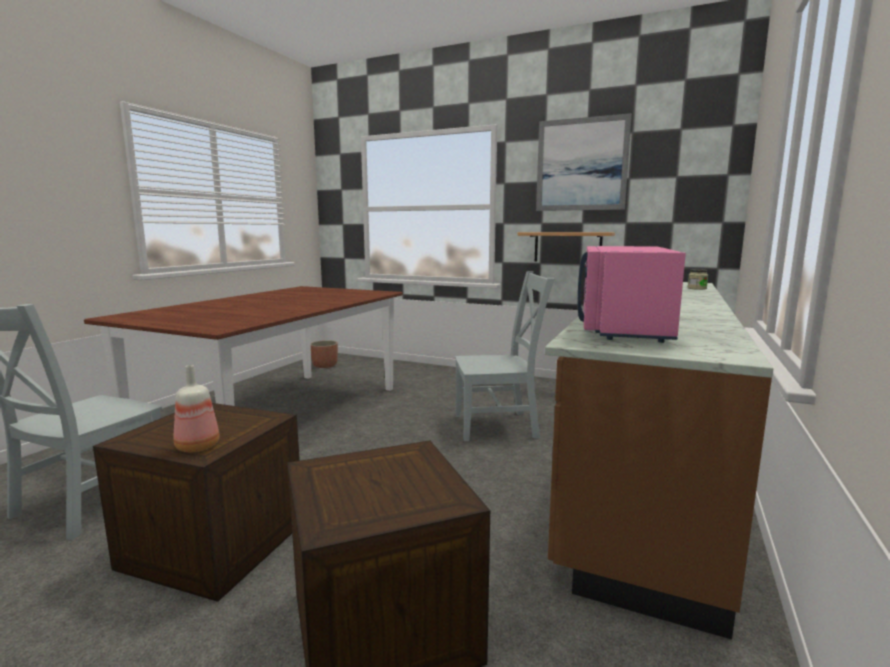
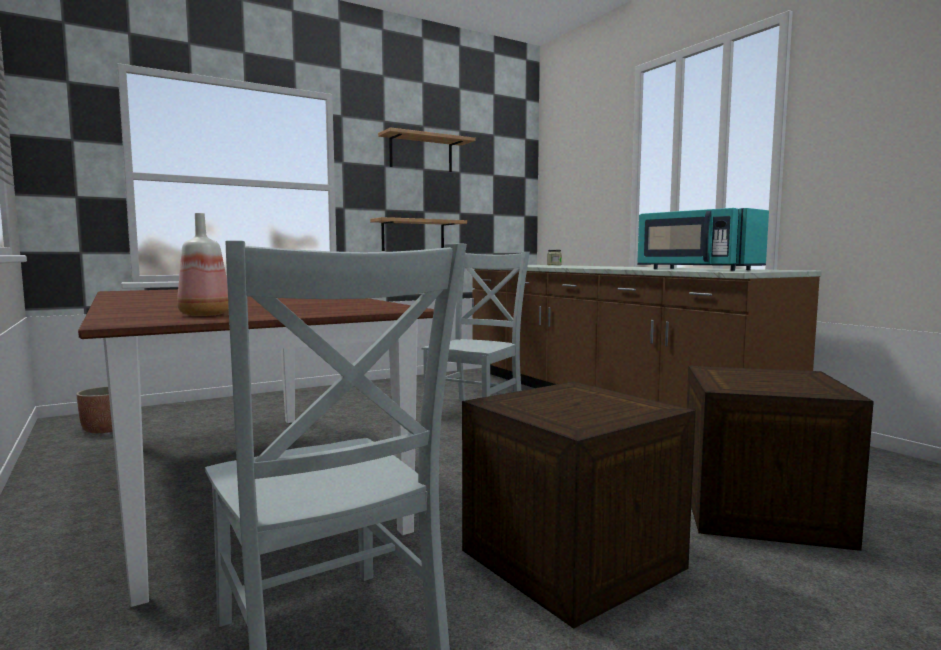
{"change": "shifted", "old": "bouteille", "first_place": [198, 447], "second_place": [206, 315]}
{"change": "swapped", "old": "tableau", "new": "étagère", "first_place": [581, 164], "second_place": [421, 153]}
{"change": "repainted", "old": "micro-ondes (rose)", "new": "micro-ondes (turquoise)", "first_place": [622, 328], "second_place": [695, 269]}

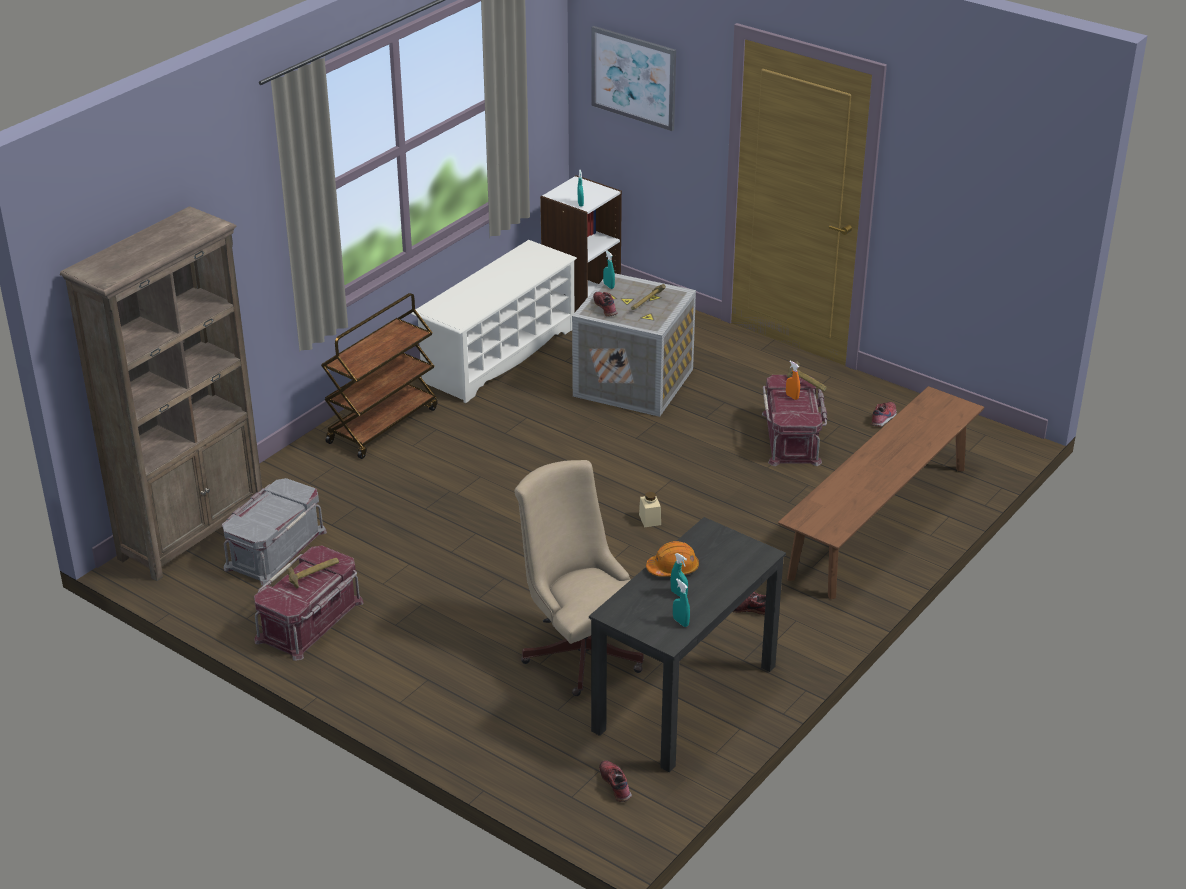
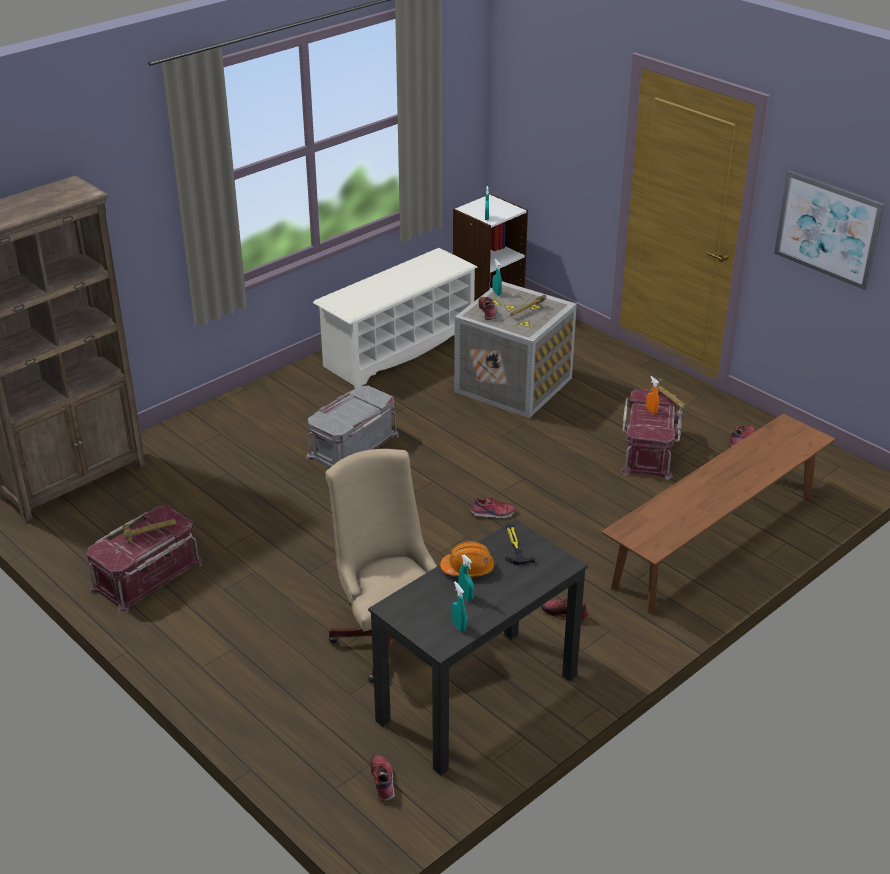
{"change": "gone", "old": "chariot (marron)", "first_place": [382, 424]}
{"change": "new", "new": "marteau", "second_place": [515, 546]}
{"change": "shifted", "old": "boîte de rangement (gris)", "first_place": [274, 548], "second_place": [352, 445]}
{"change": "shifted", "old": "tableau", "first_place": [633, 77], "second_place": [828, 229]}
{"change": "swapped", "old": "bocal (beige)", "new": "chaussure", "first_place": [650, 519], "second_place": [493, 514]}

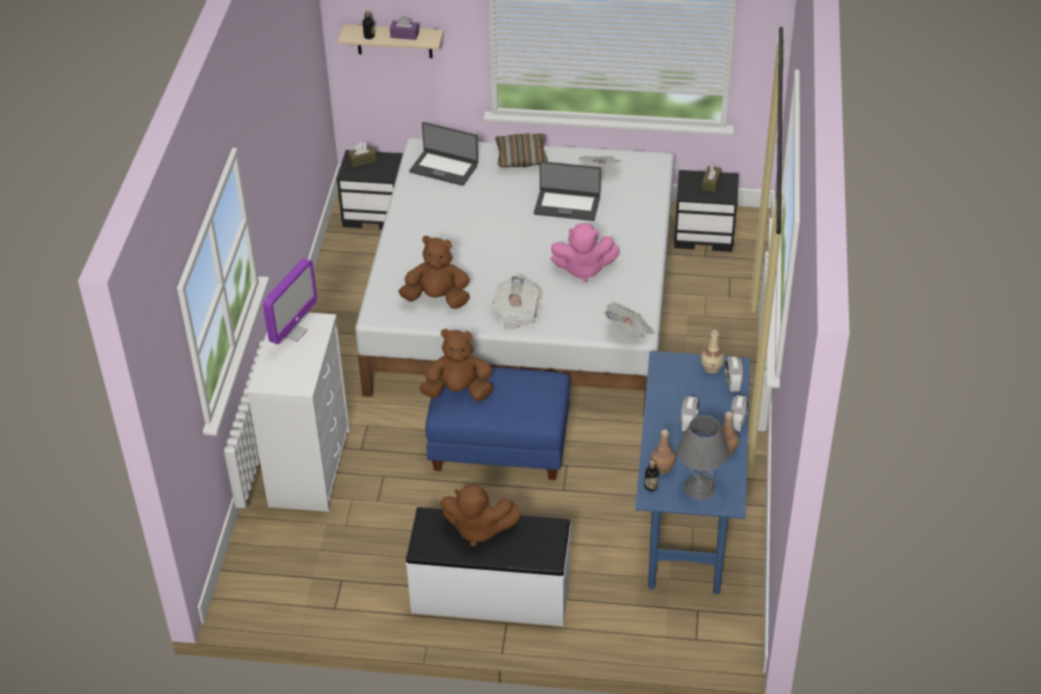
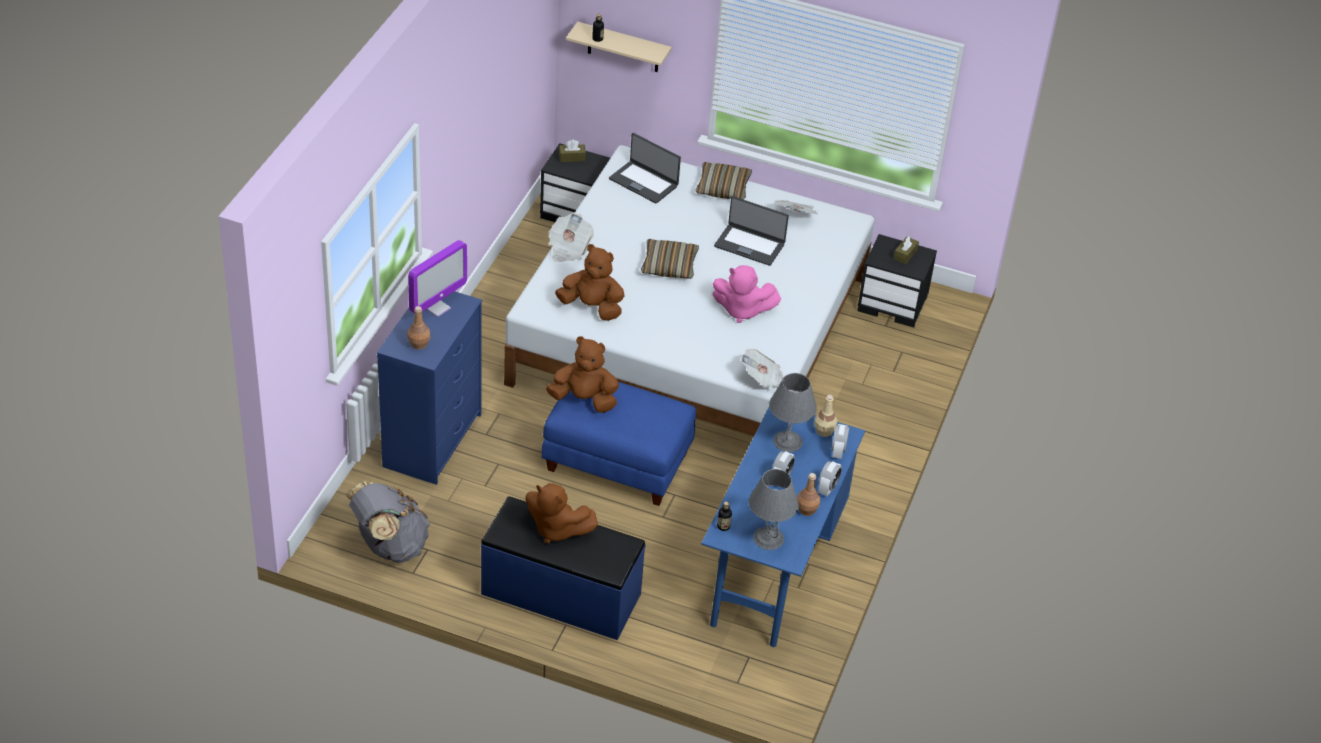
{"change": "gone", "old": "boîte à mouchoirs (violet)", "first_place": [404, 35]}
{"change": "new", "new": "sac à dos (gris)", "second_place": [389, 546]}
{"change": "new", "new": "coussin", "second_place": [669, 265]}
{"change": "new", "new": "lampe de table (gris)", "second_place": [787, 441]}
{"change": "shifted", "old": "journal", "first_place": [516, 313], "second_place": [568, 248]}
{"change": "shifted", "old": "bouteille (marron)", "first_place": [663, 467], "second_place": [419, 344]}
{"change": "repainted", "old": "commode (blanc)", "new": "commode (bleu)", "first_place": [309, 467], "second_place": [432, 439]}
{"change": "repainted", "old": "banc (blanc)", "new": "banc (bleu)", "first_place": [491, 593], "second_place": [560, 595]}

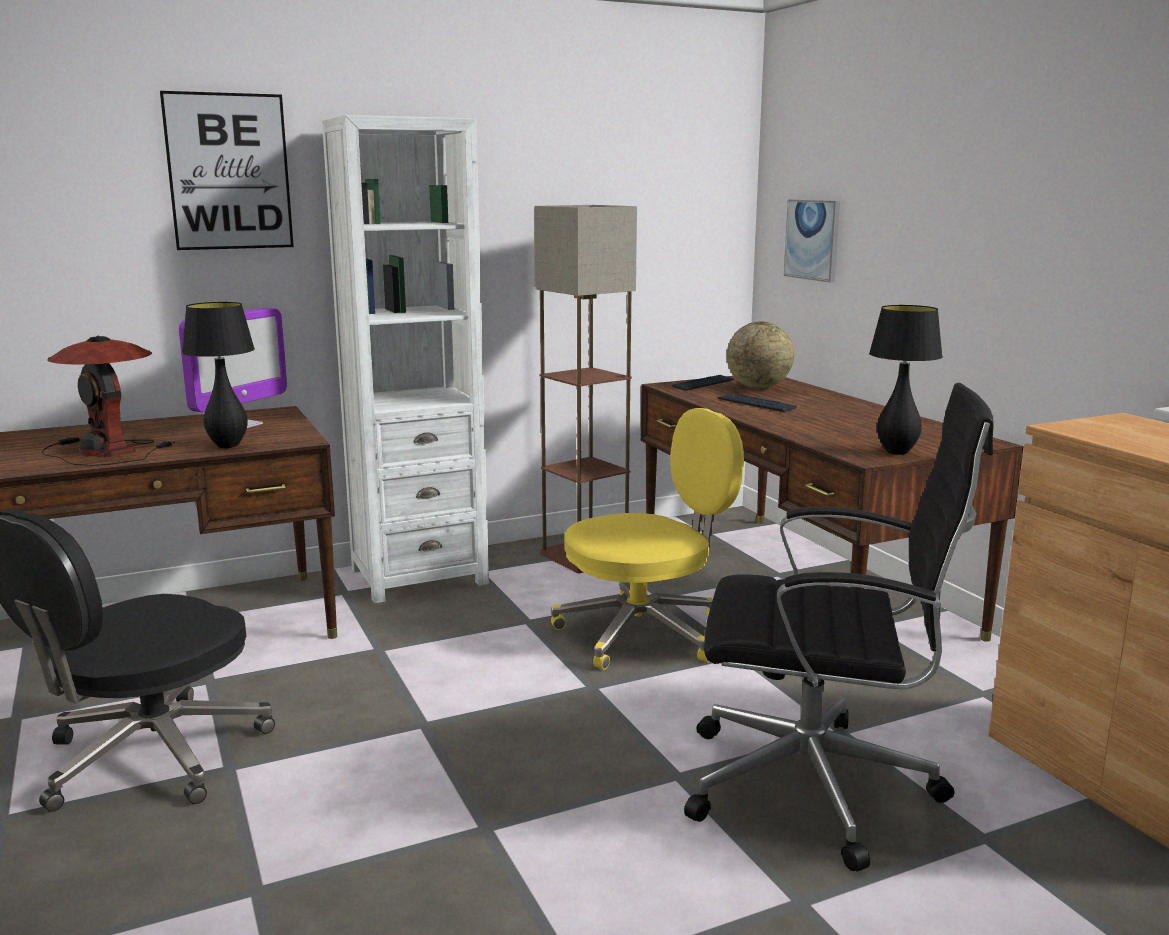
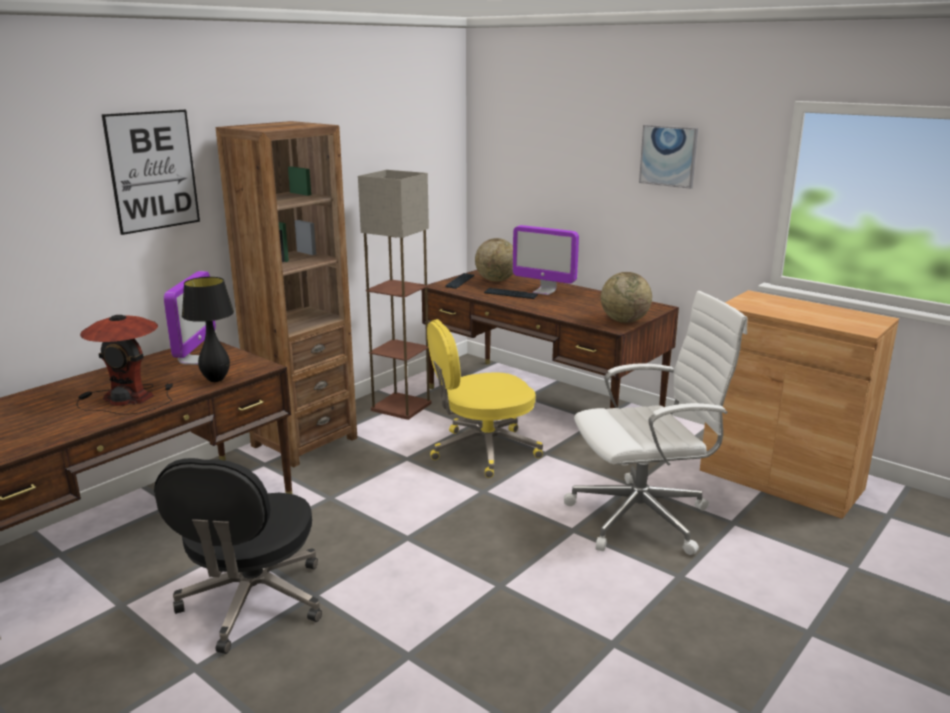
{"change": "new", "new": "écran d'ordinateur", "second_place": [544, 291]}
{"change": "shifted", "old": "tableau", "first_place": [813, 239], "second_place": [668, 156]}
{"change": "swapped", "old": "lampe de table (noir)", "new": "globe", "first_place": [896, 452], "second_place": [624, 321]}
{"change": "repainted", "old": "bibliothèque (blanc)", "new": "bibliothèque (marron)", "first_place": [419, 576], "second_place": [304, 442]}
{"change": "repainted", "old": "chaise de bureau (noir)", "new": "chaise de bureau (blanc)", "first_place": [818, 787], "second_place": [644, 517]}
{"change": "rotated", "old": "chaise de bureau (jaune)", "first_place": [644, 632], "second_place": [483, 451], "degrees": -150}

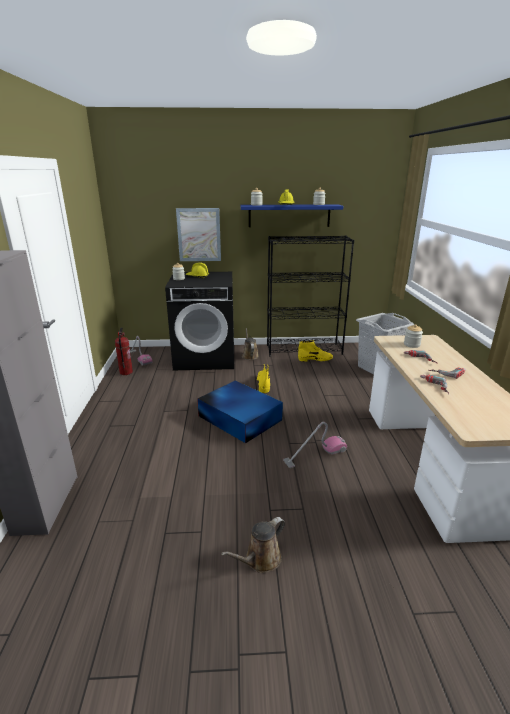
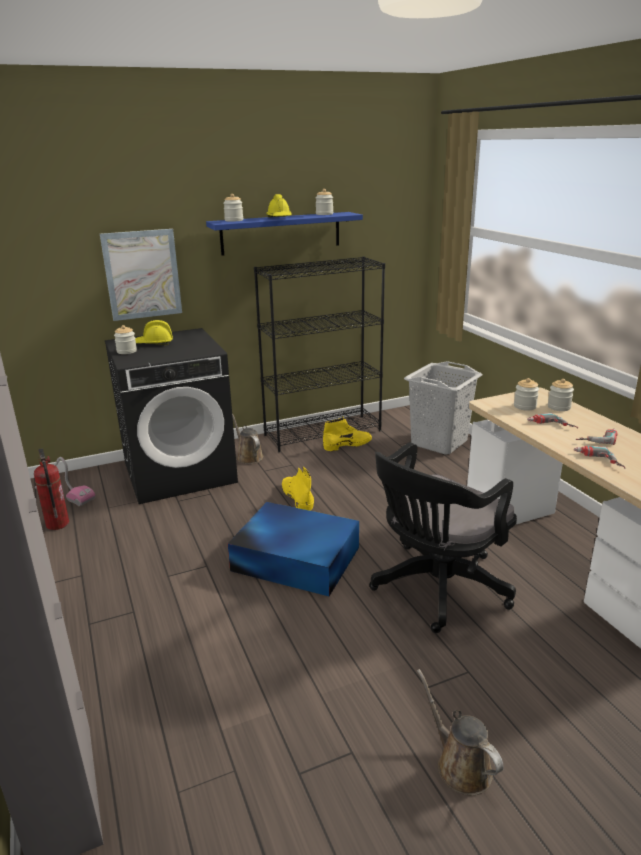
{"change": "new", "new": "bocal", "second_place": [559, 407]}
{"change": "swapped", "old": "aspirateur", "new": "chaise de bureau (noir)", "first_place": [315, 455], "second_place": [436, 589]}
{"change": "rotated", "old": "arrosoir (marron)", "first_place": [260, 560], "second_place": [460, 765], "degrees": 120}

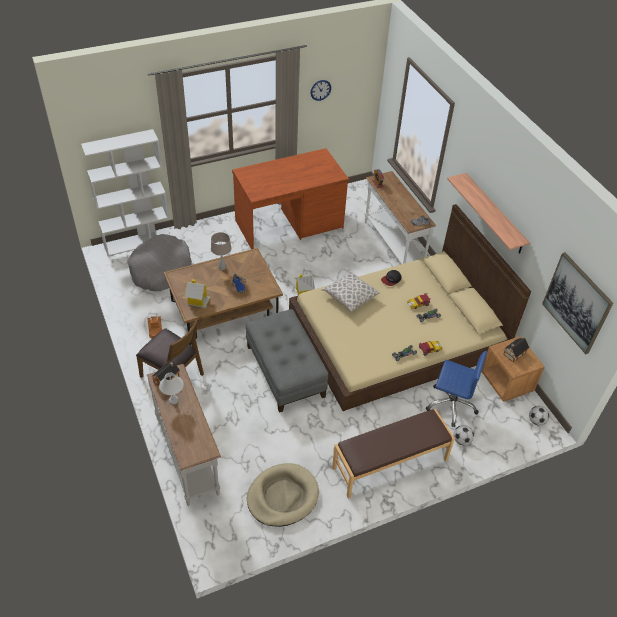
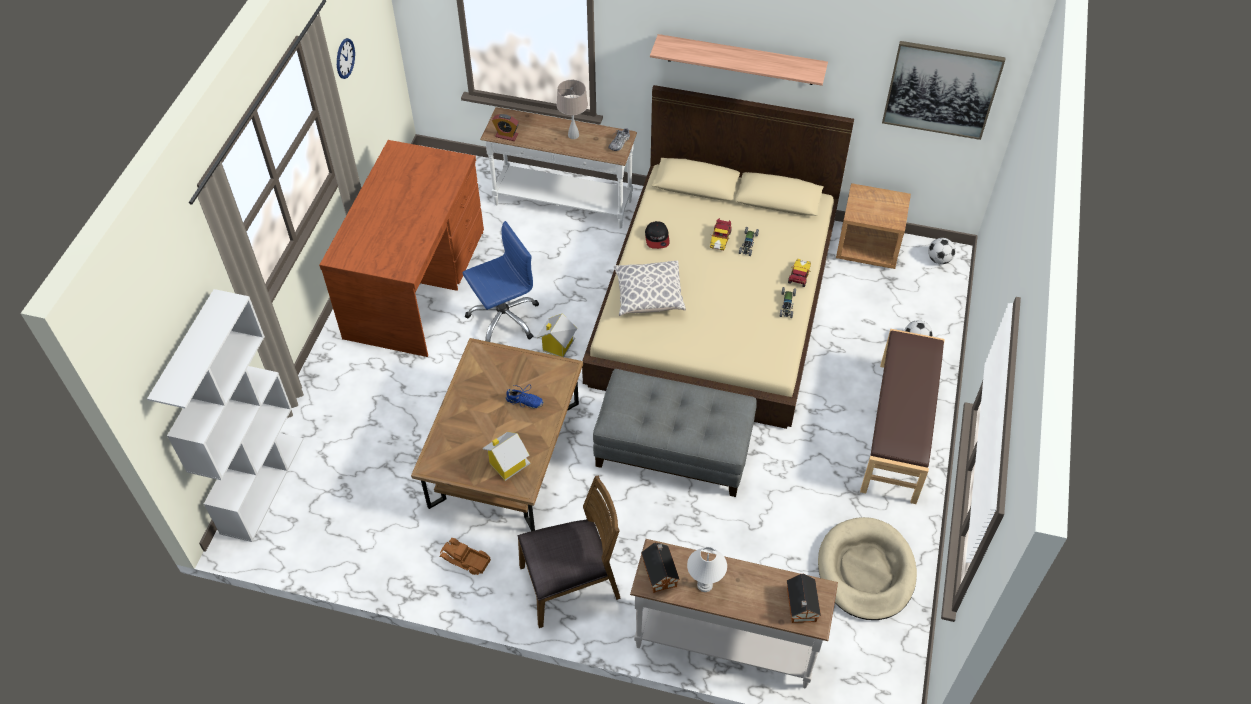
{"change": "gone", "old": "panier pour chien (gris)", "first_place": [160, 270]}
{"change": "shifted", "old": "lampe de table (beige)", "first_place": [222, 267], "second_place": [573, 135]}
{"change": "shifted", "old": "chaise de bureau (bleu)", "first_place": [451, 404], "second_place": [504, 318]}
{"change": "shifted", "old": "maison miniature", "first_place": [513, 354], "second_place": [801, 606]}

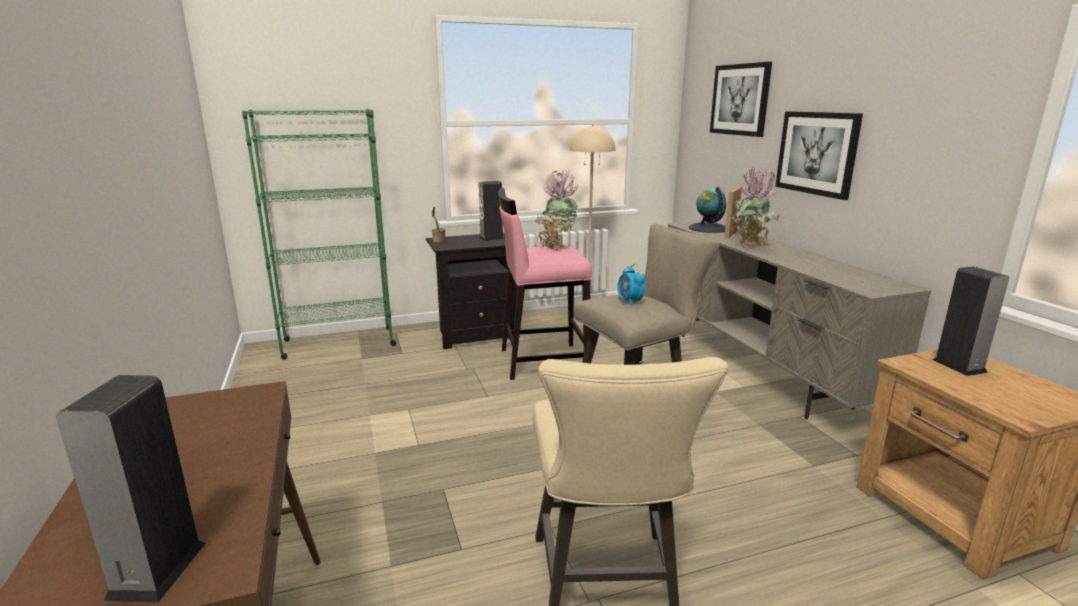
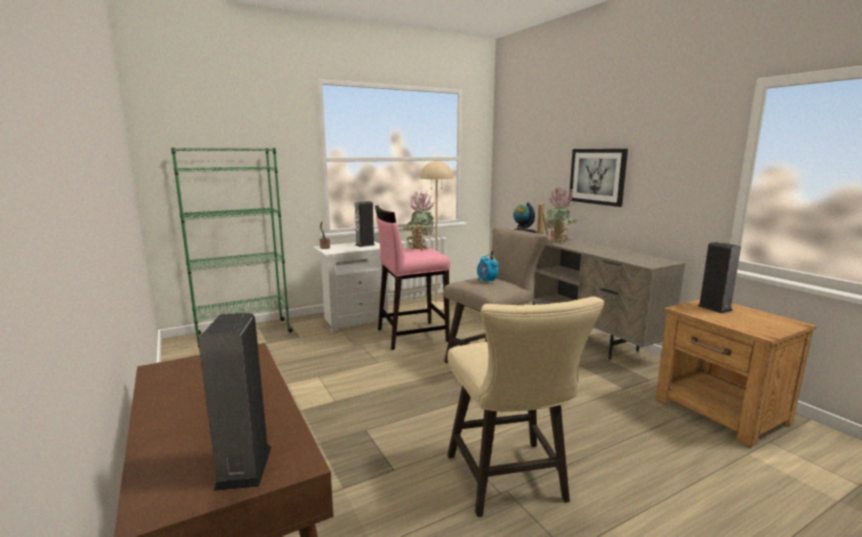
{"change": "gone", "old": "tableau", "first_place": [740, 99]}
{"change": "repainted", "old": "table de chevet (noir)", "new": "table de chevet (blanc)", "first_place": [476, 334], "second_place": [354, 320]}

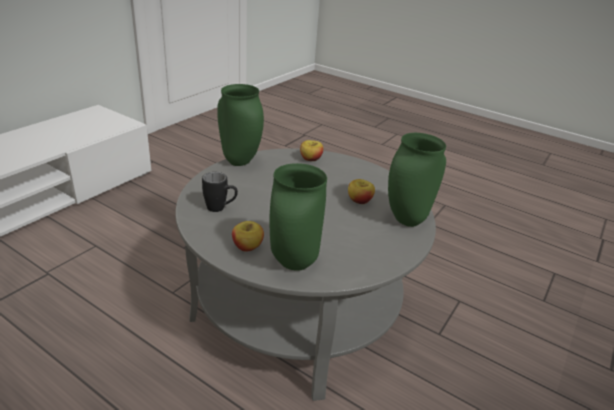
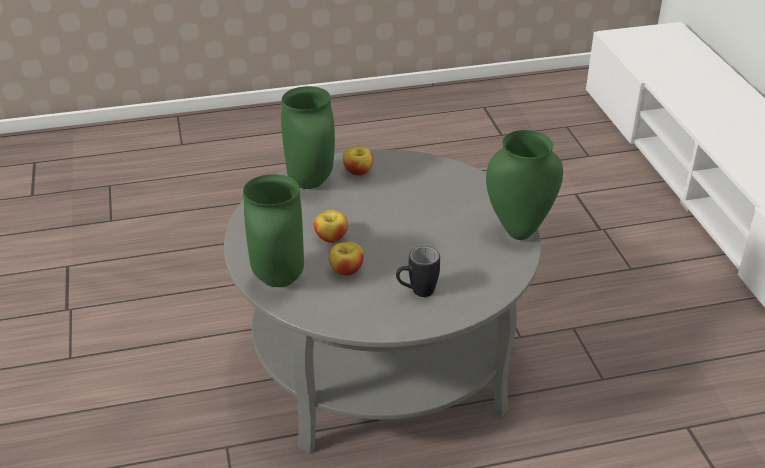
{"change": "shifted", "old": "mug (noir)", "first_place": [221, 209], "second_place": [416, 292]}
{"change": "shifted", "old": "pomme", "first_place": [310, 159], "second_place": [331, 237]}

